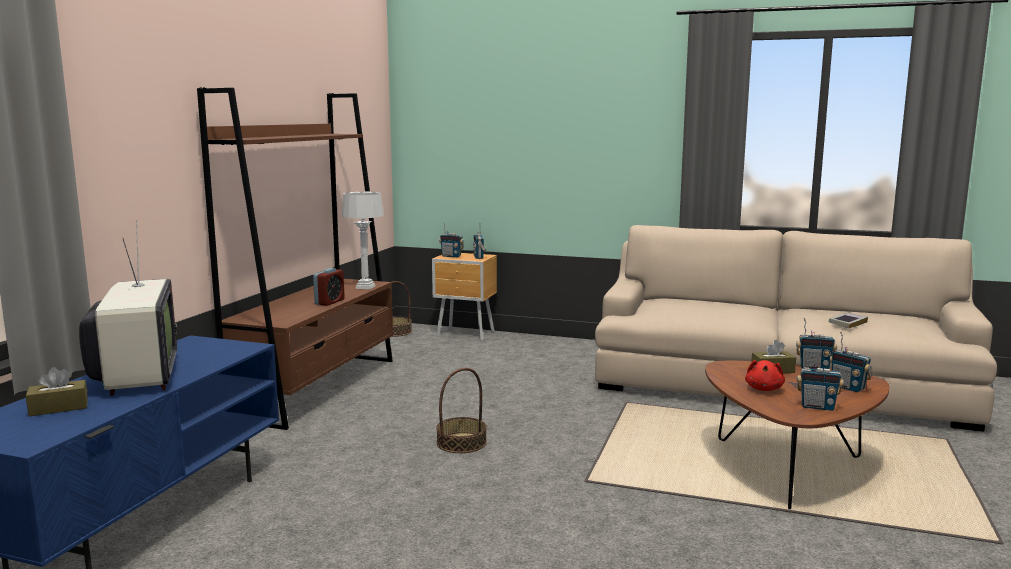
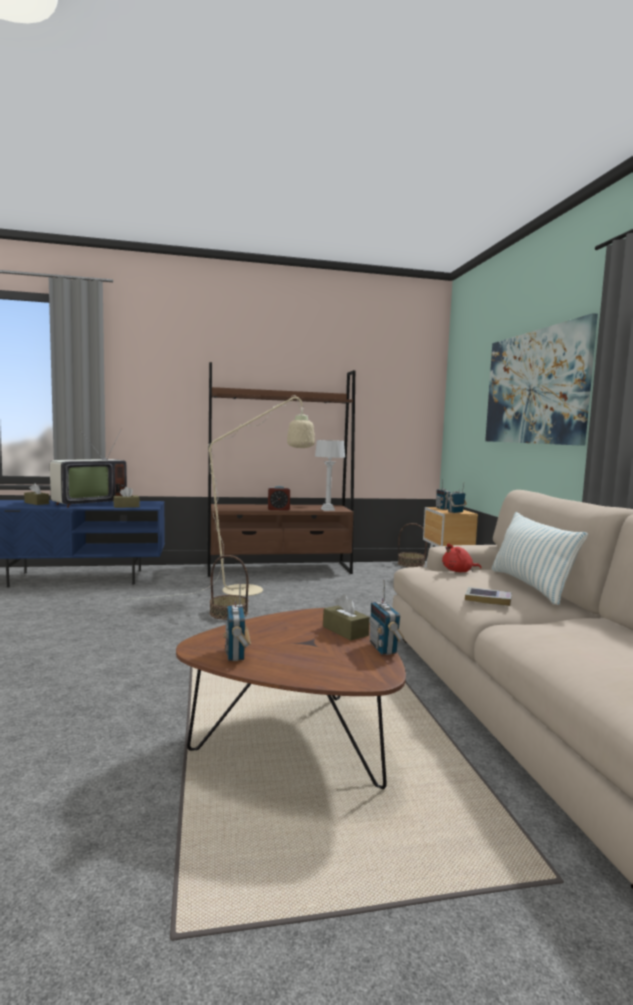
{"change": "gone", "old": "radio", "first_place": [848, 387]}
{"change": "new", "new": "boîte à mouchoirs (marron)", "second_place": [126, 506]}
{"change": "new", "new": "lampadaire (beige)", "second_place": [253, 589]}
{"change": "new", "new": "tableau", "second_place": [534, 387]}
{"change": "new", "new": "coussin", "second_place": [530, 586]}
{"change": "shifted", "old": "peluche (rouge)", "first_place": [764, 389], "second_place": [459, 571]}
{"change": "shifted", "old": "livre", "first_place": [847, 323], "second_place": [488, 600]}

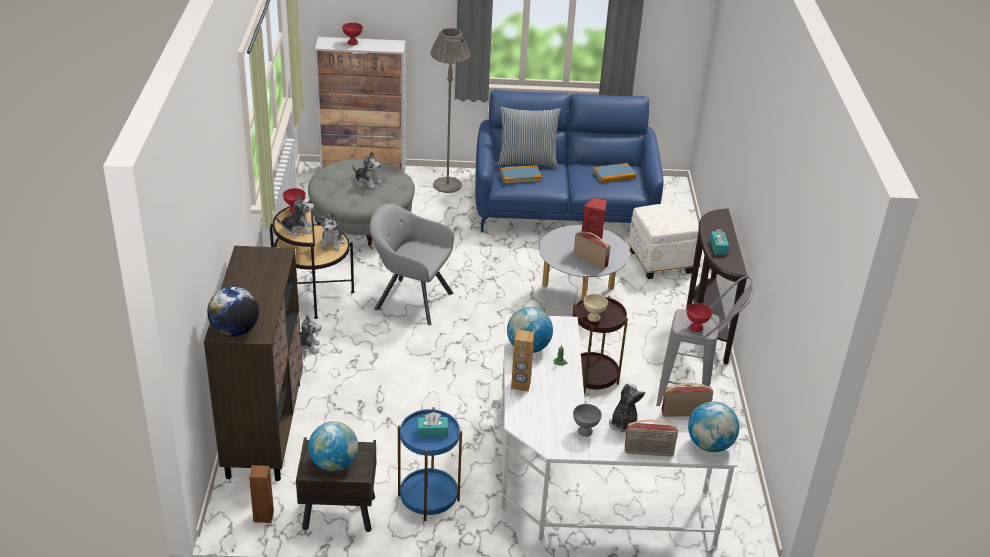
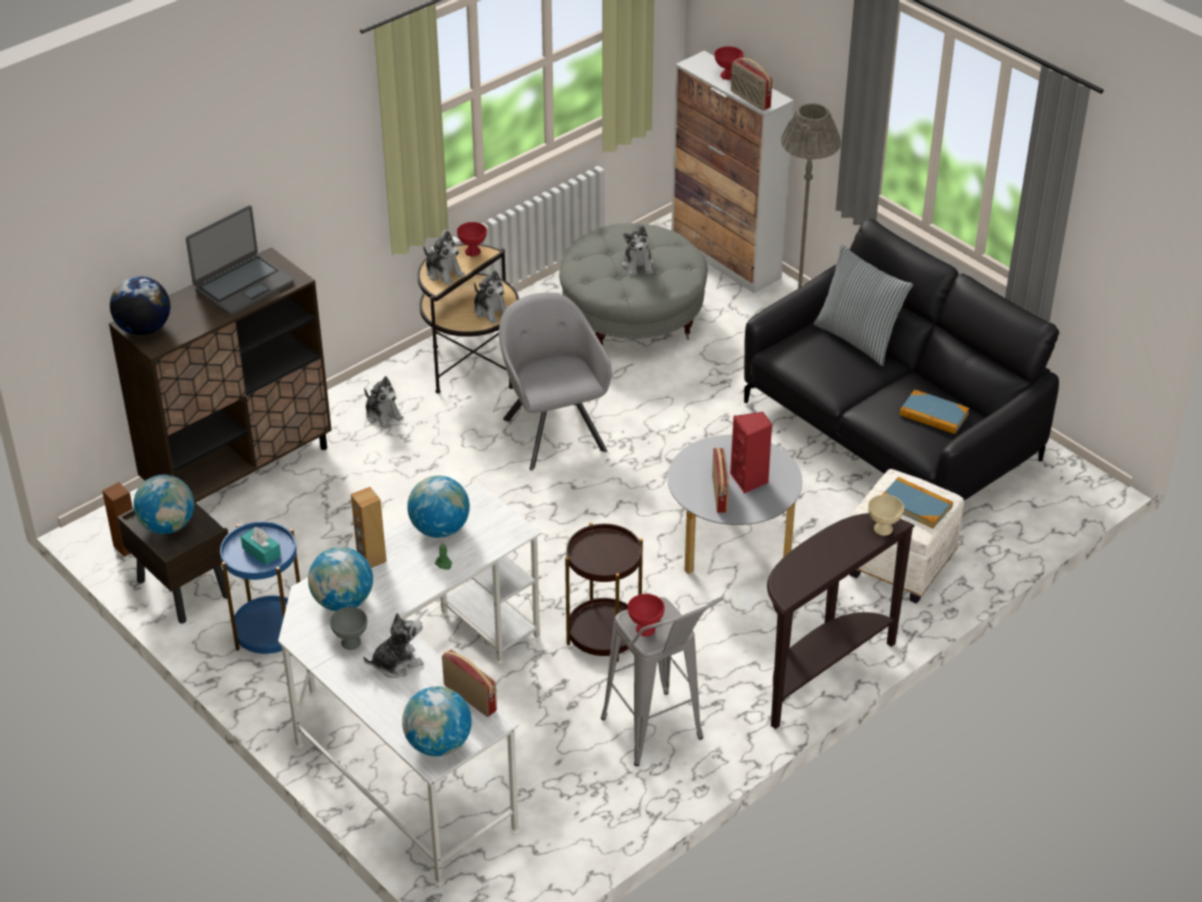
{"change": "gone", "old": "boîte à mouchoirs (turquoise)", "first_place": [718, 247]}
{"change": "new", "new": "ordinateur portable", "second_place": [243, 286]}
{"change": "new", "new": "globe", "second_place": [343, 602]}
{"change": "shifted", "old": "livre", "first_place": [520, 176], "second_place": [915, 505]}
{"change": "shifted", "old": "bol (beige)", "first_place": [594, 318], "second_place": [883, 529]}
{"change": "shifted", "old": "radio", "first_place": [648, 452], "second_place": [749, 99]}
{"change": "repainted", "old": "canapé (bleu)", "new": "canapé (noir)", "first_place": [564, 208], "second_place": [890, 431]}
{"change": "rotated", "old": "peluche", "first_place": [332, 242], "second_place": [491, 311], "degrees": -90}

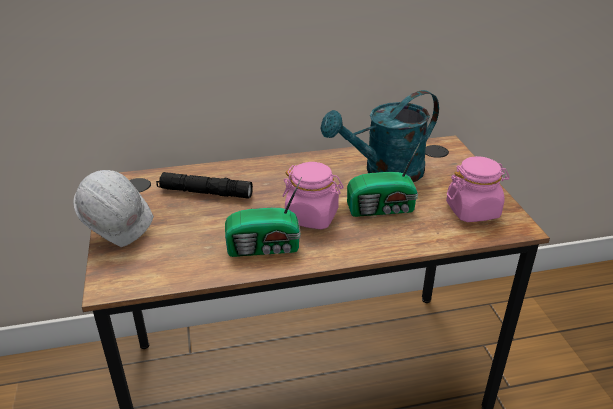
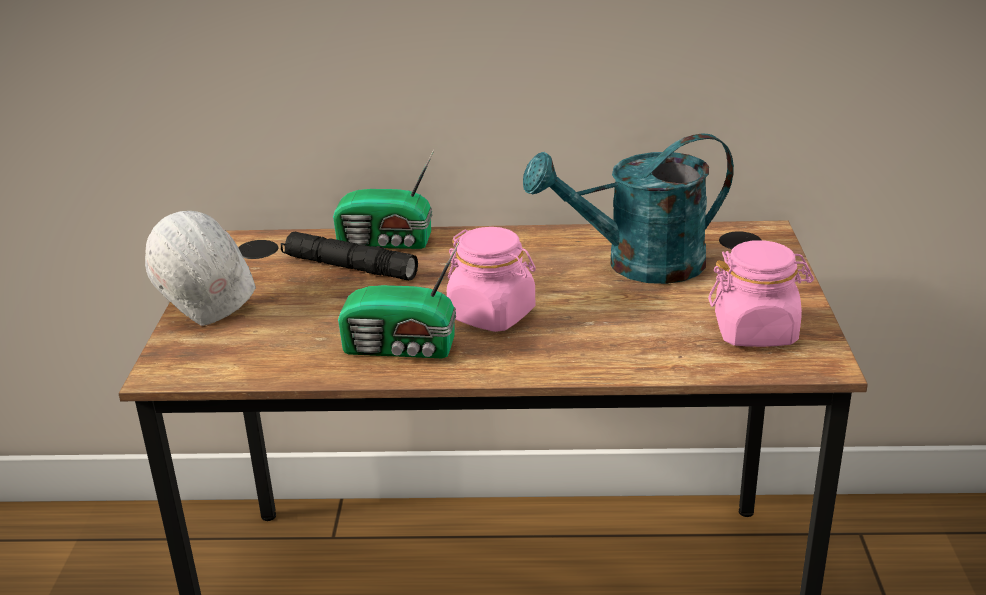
{"change": "shifted", "old": "radio", "first_place": [383, 209], "second_place": [387, 242]}

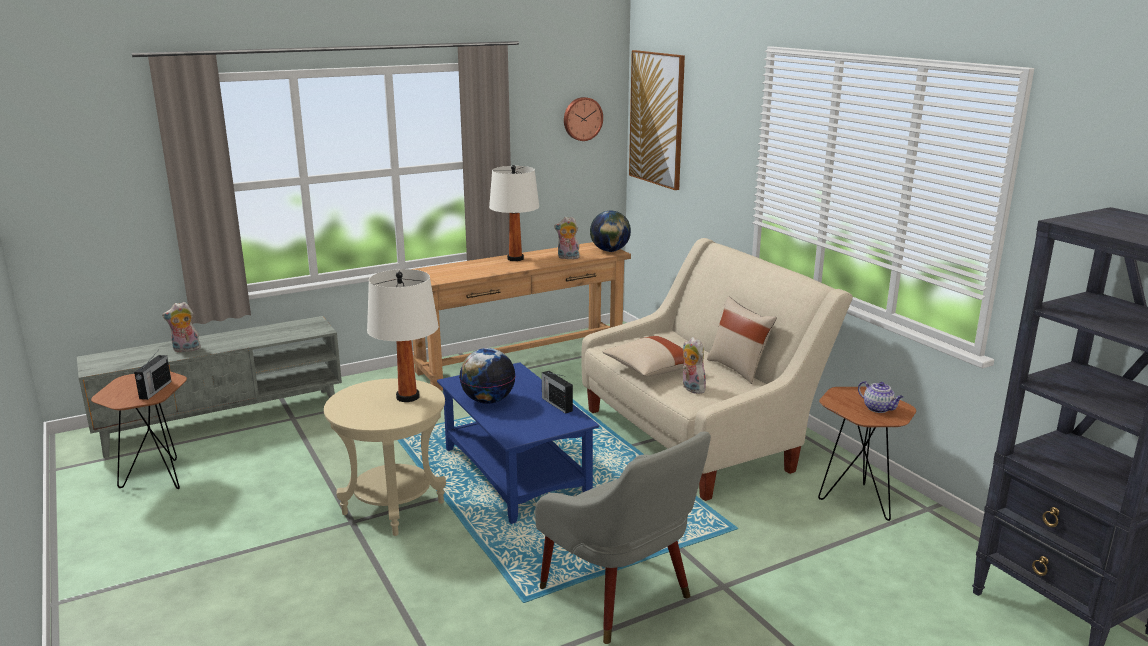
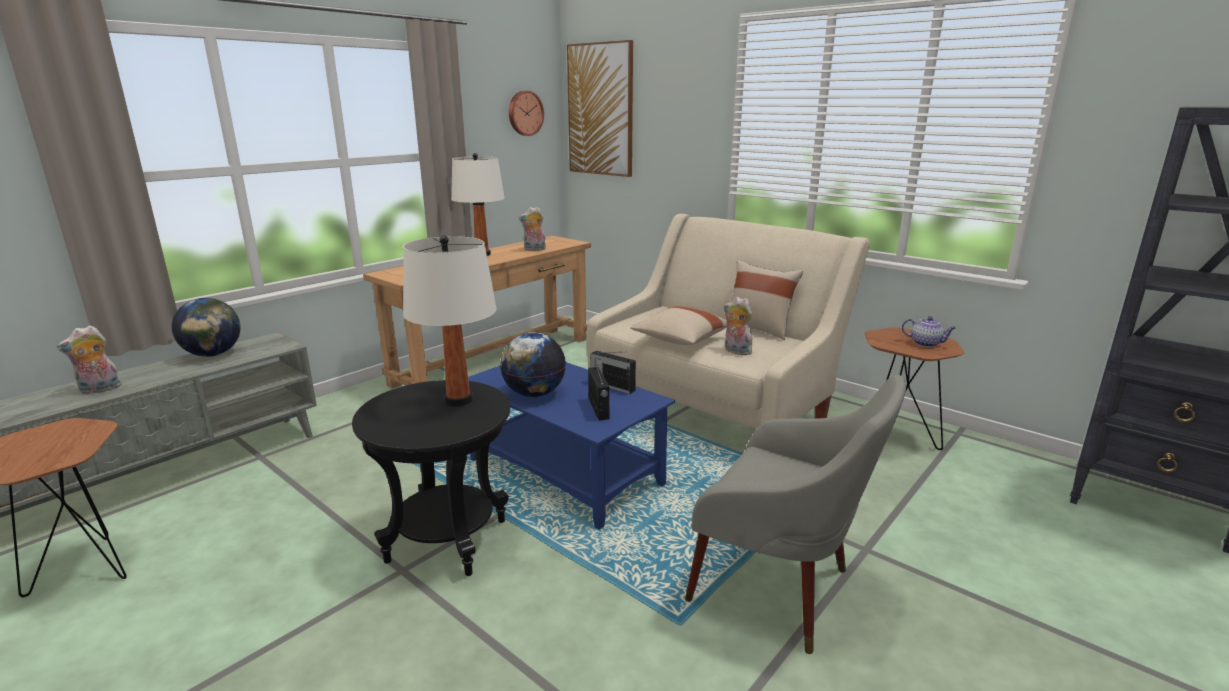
{"change": "shifted", "old": "radio", "first_place": [155, 390], "second_place": [598, 409]}
{"change": "shifted", "old": "globe", "first_place": [610, 251], "second_place": [213, 355]}
{"change": "repainted", "old": "table d'appoint (beige)", "new": "table d'appoint (noir)", "first_place": [393, 508], "second_place": [447, 541]}

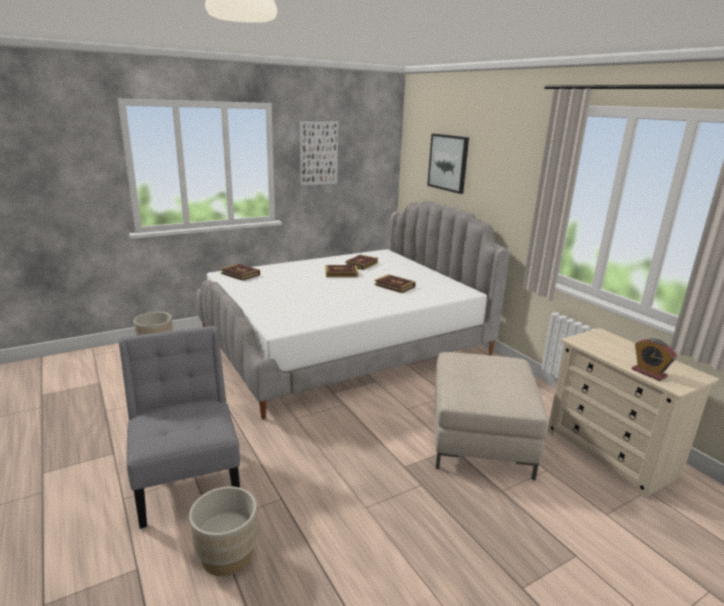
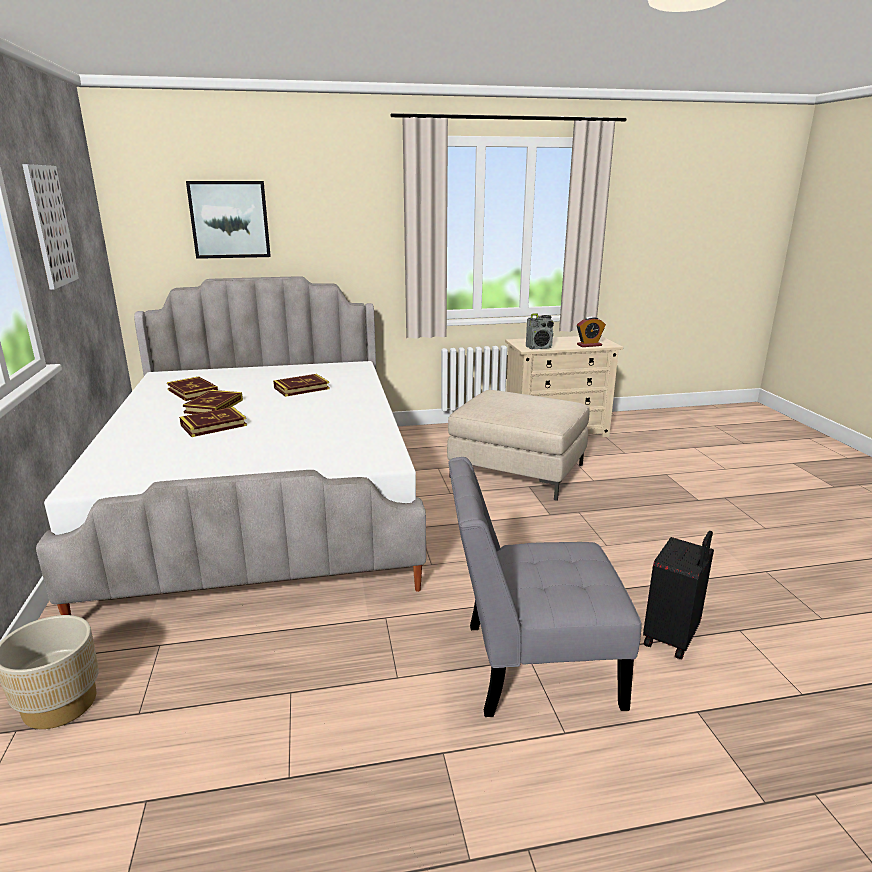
{"change": "new", "new": "radio", "second_place": [539, 347]}
{"change": "shifted", "old": "livre", "first_place": [240, 274], "second_place": [213, 425]}
{"change": "swapped", "old": "cache-pot (beige)", "new": "valise (noir)", "first_place": [227, 555], "second_place": [672, 638]}

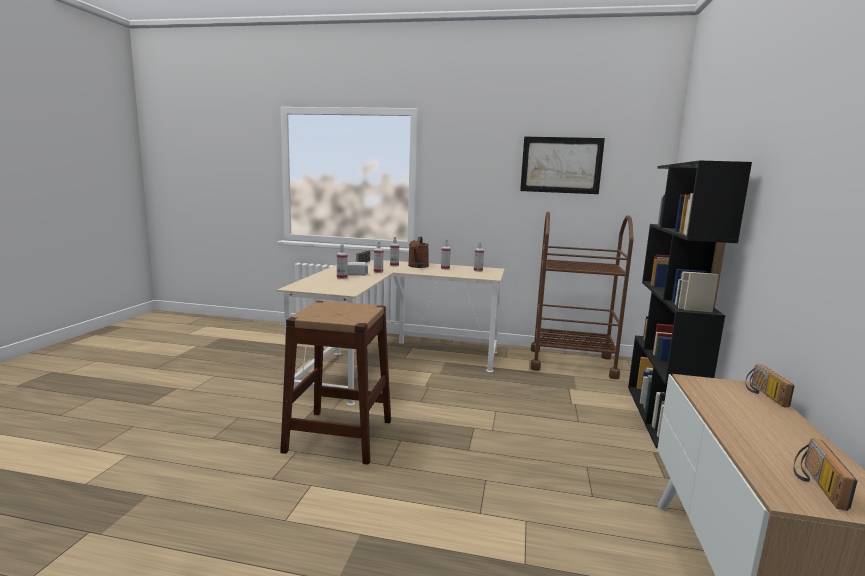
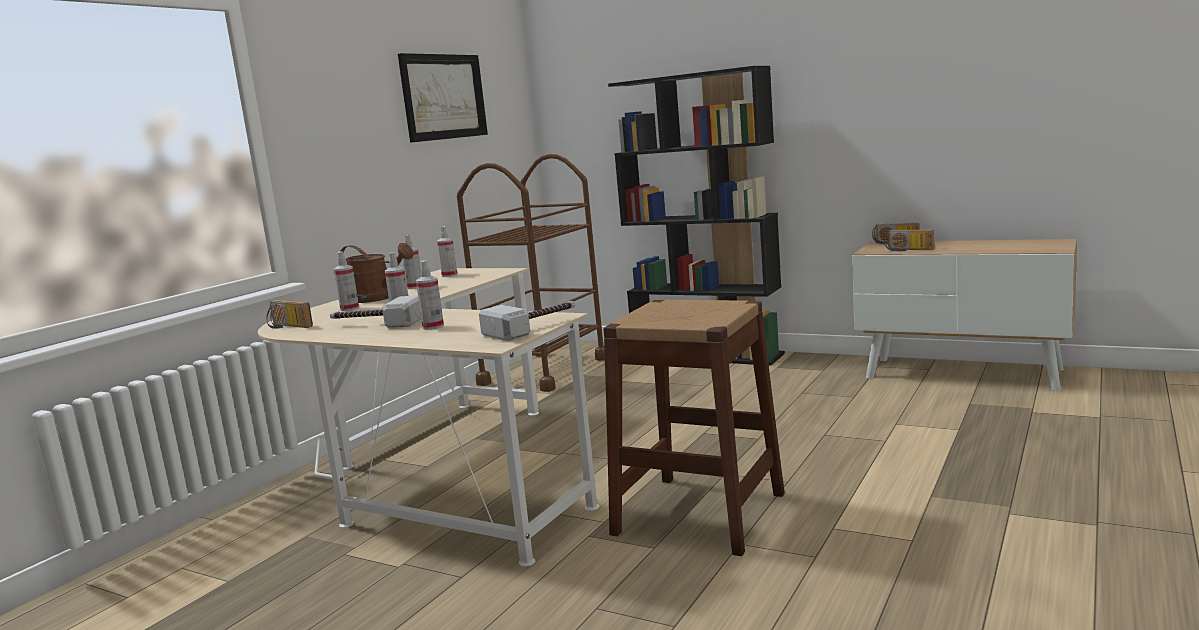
{"change": "new", "new": "marteau", "second_place": [535, 327]}
{"change": "shifted", "old": "radio", "first_place": [815, 484], "second_place": [908, 250]}

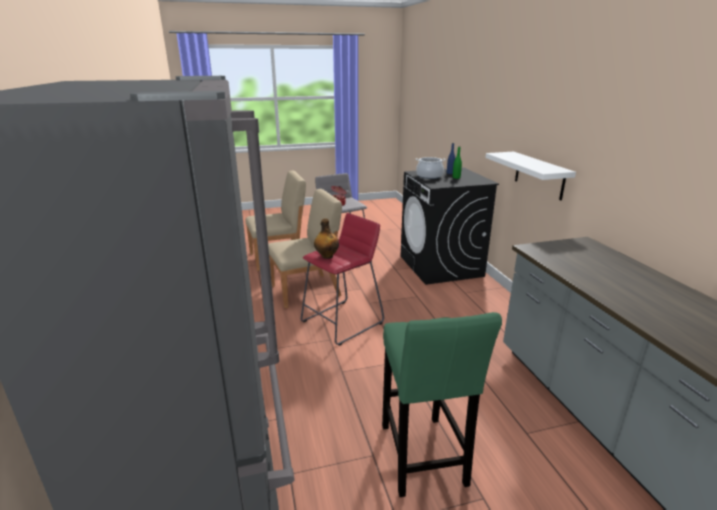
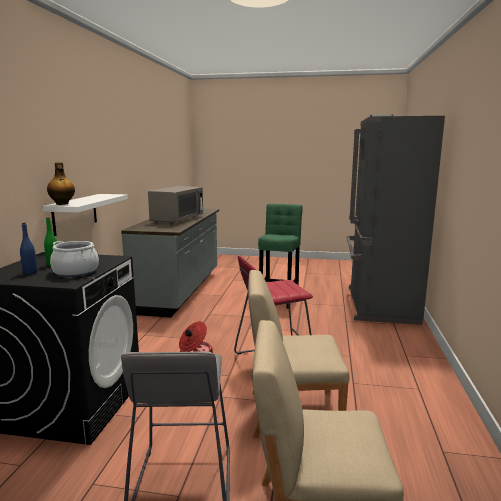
{"change": "new", "new": "micro-ondes (gris)", "second_place": [177, 220]}
{"change": "shifted", "old": "bouteille", "first_place": [327, 256], "second_place": [62, 204]}

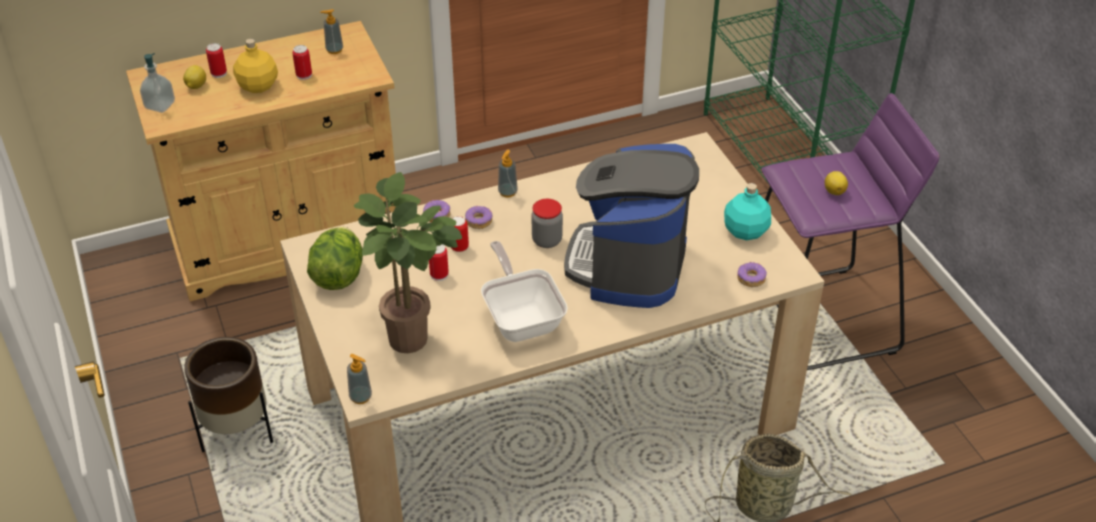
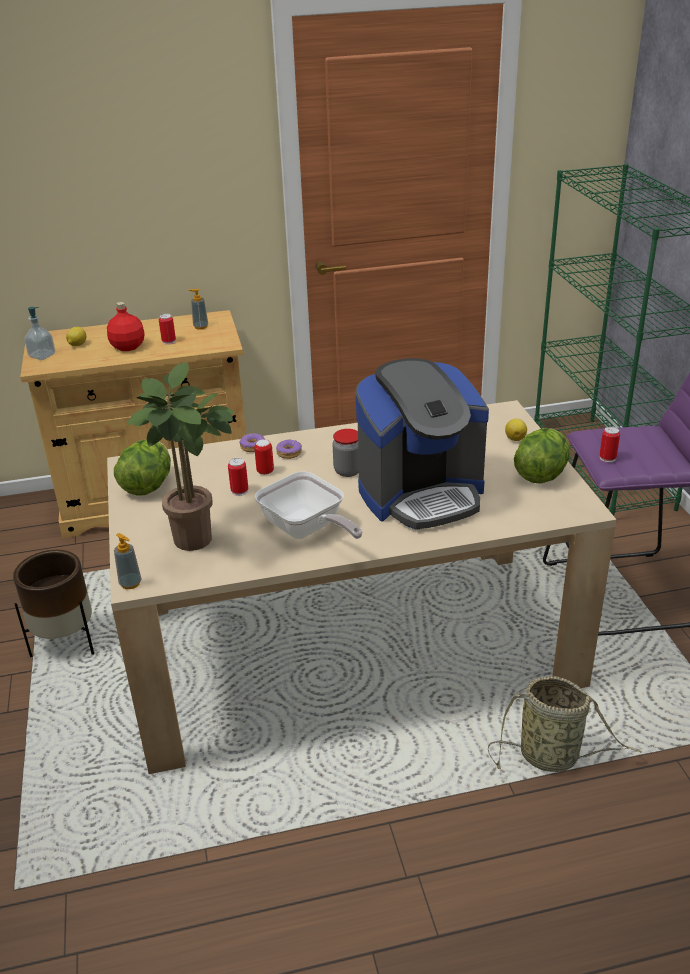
{"change": "gone", "old": "distributeur de savon", "first_place": [507, 192]}
{"change": "gone", "old": "beignet", "first_place": [750, 278]}
{"change": "shifted", "old": "boîte métallique", "first_place": [219, 73], "second_place": [607, 458]}
{"change": "shifted", "old": "citron", "first_place": [834, 191], "second_place": [515, 438]}
{"change": "swapped", "old": "bouteille (turquoise)", "new": "laitue", "first_place": [745, 231], "second_place": [541, 475]}
{"change": "repainted", "old": "bouteille (jaune)", "new": "bouteille (rouge)", "first_place": [257, 86], "second_place": [127, 347]}
{"change": "rotated", "old": "poêle", "first_place": [521, 318], "second_place": [306, 530], "degrees": 150}
{"change": "rotated", "old": "machine à café", "first_place": [628, 265], "second_place": [421, 494], "degrees": -135}

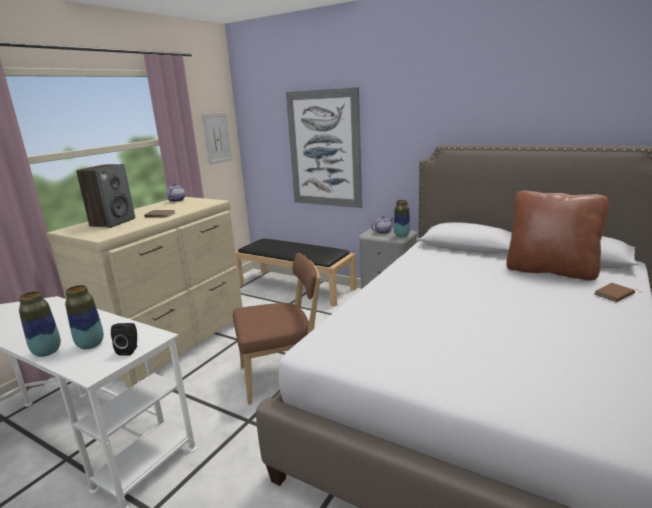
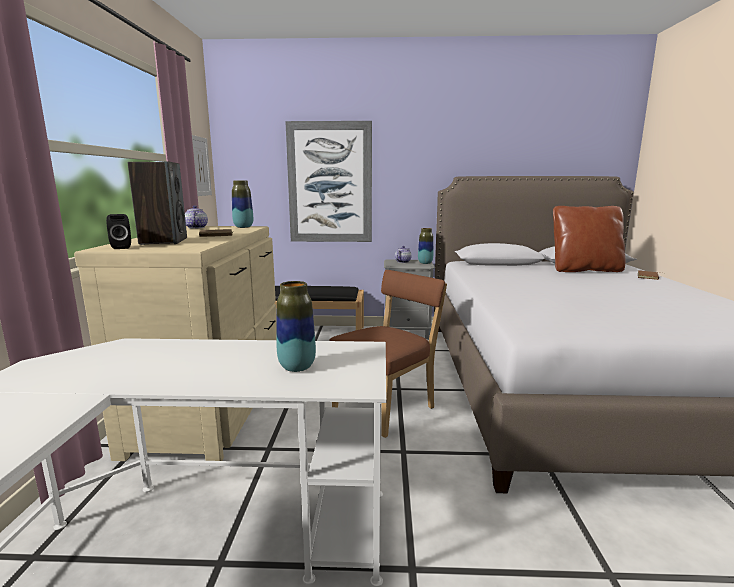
{"change": "shifted", "old": "vase", "first_place": [47, 352], "second_place": [243, 227]}
{"change": "shifted", "old": "enceinte (noir)", "first_place": [129, 350], "second_place": [122, 247]}

